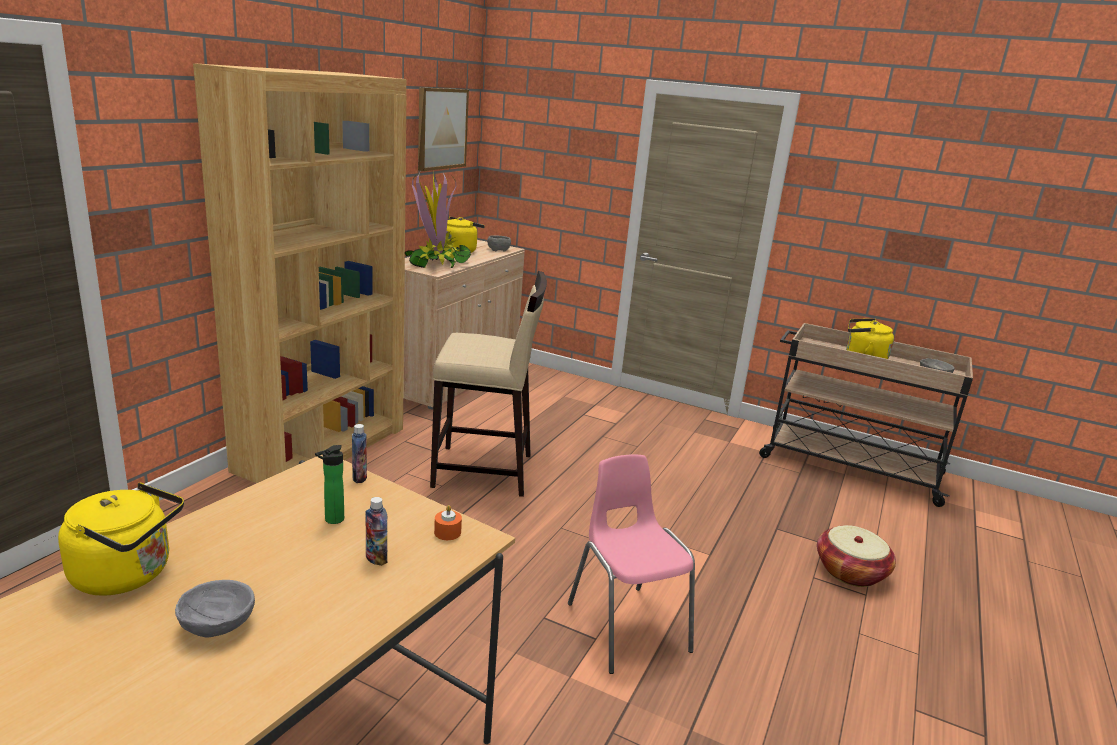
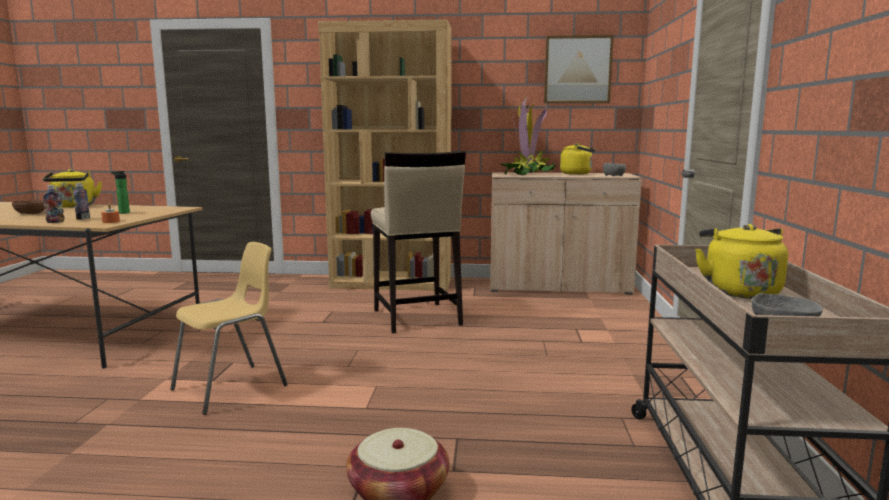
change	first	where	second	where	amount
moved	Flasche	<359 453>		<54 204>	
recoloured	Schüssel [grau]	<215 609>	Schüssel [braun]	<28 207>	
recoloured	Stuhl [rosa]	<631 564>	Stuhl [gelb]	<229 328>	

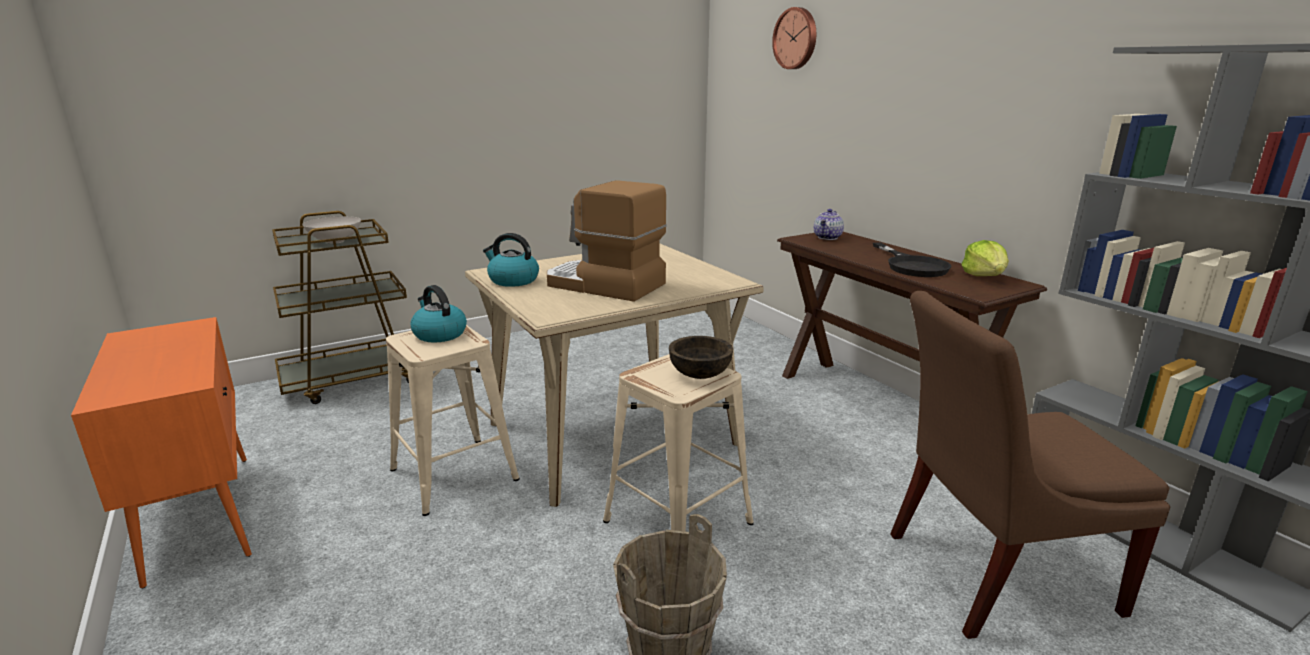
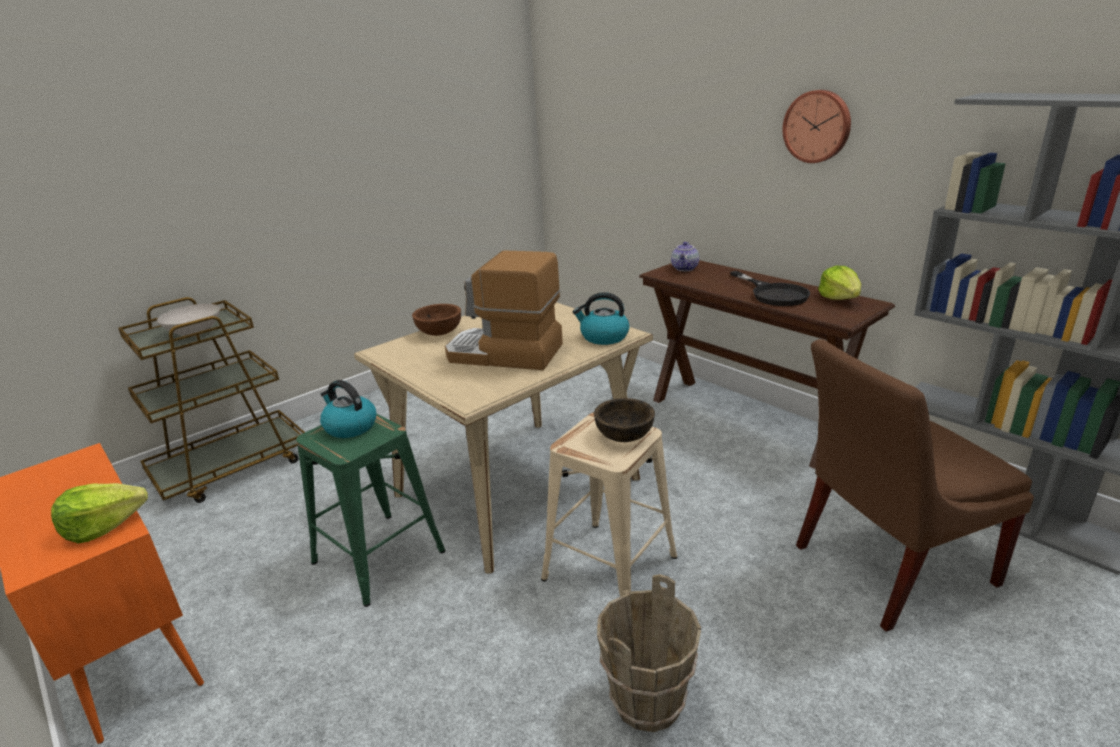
change	first	where	second	where	amount
added			Salatkopf	<99 513>	
added			Schüssel [braun]	<436 320>	
moved	Wasserkessel	<511 260>		<601 318>	
moved	Wanduhr	<794 38>		<816 126>	
recoloured	Hocker [beige]	<453 420>	Hocker [grün]	<371 510>	

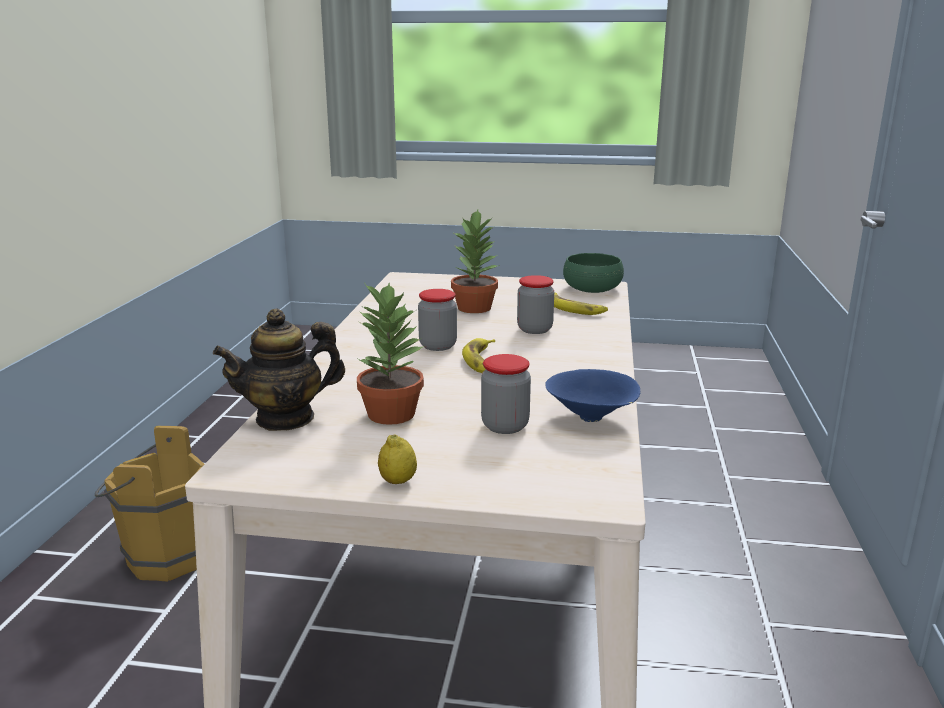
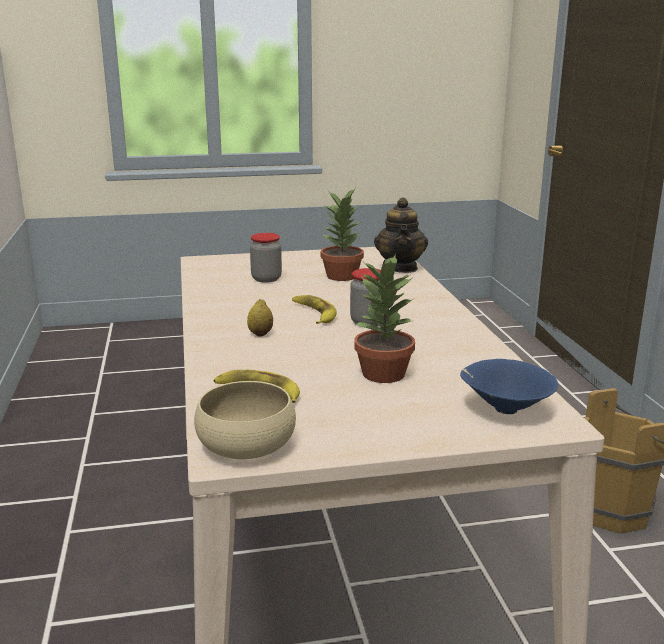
change	first	where	second	where	amount
removed	Vorratsglas	<535 304>			
moved	Zitrone	<397 459>		<260 317>	
moved	Schüssel [blau]	<592 395>		<509 386>	
recoloured	Schüssel [grün]	<593 273>	Schüssel [beige]	<245 420>	
turned	Teekanne	<279 370>		<401 235>	135 degrees clockwise

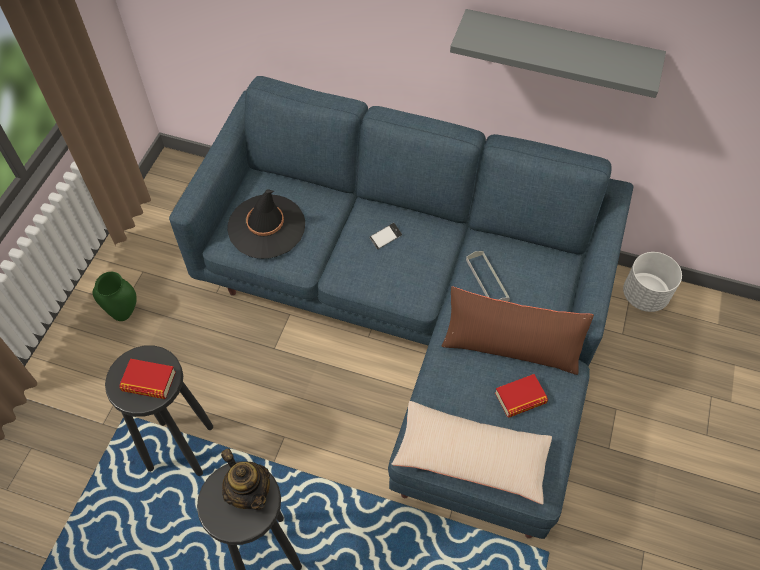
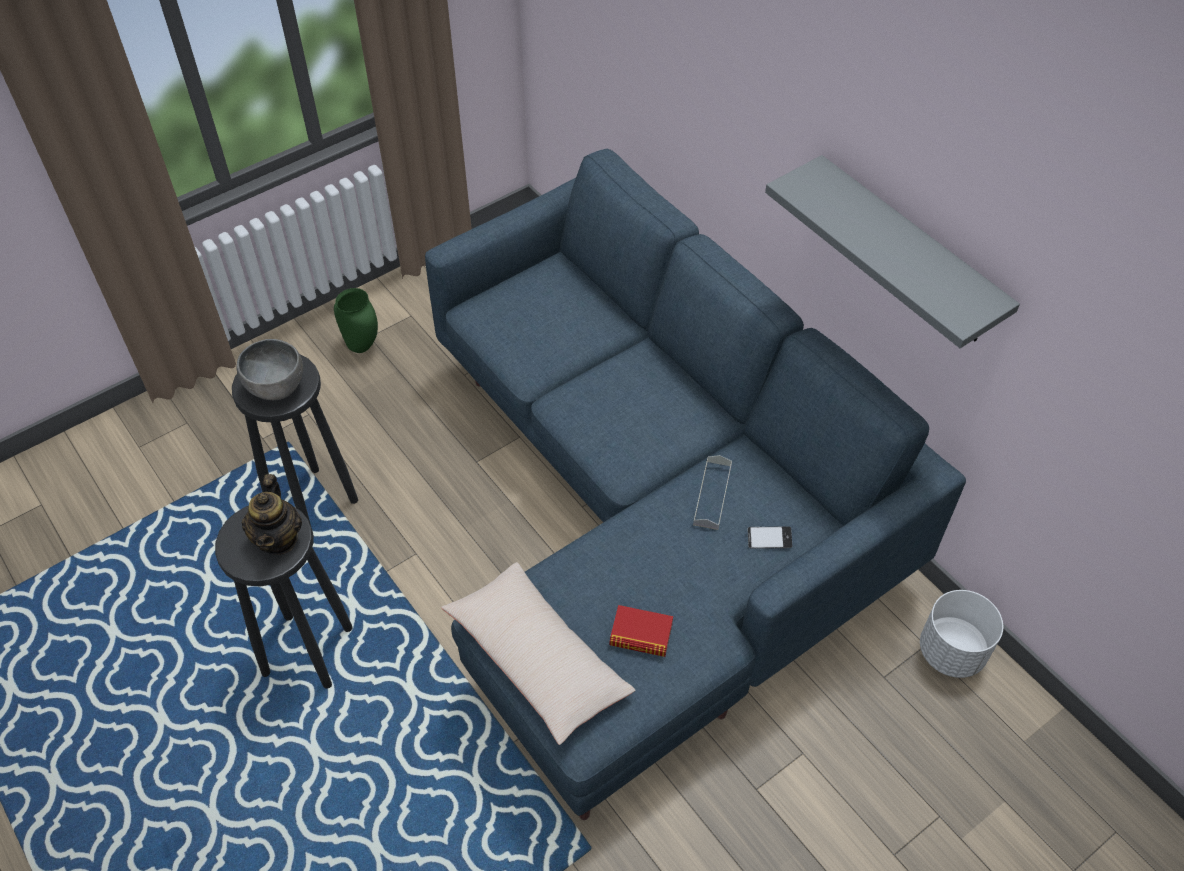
change	first	where	second	where	amount
removed	Hut [schwarz]	<266 224>			
removed	Kissen [braun]	<517 331>			
moved	Handy	<385 236>		<769 537>	
replaced	Buch	<147 379>	Schüssel [grau]	<270 369>	

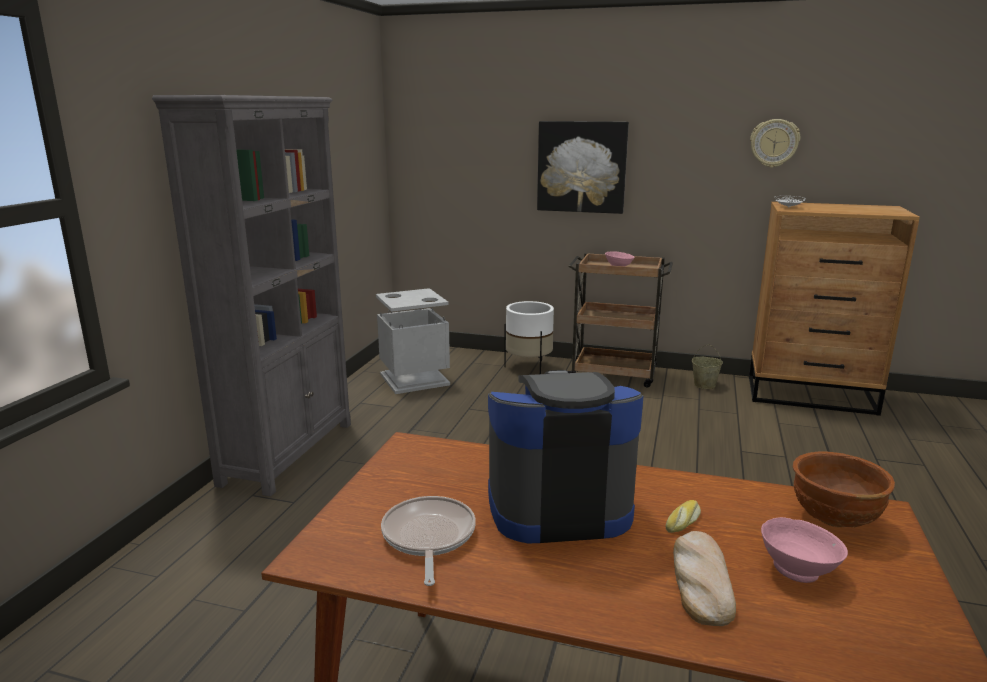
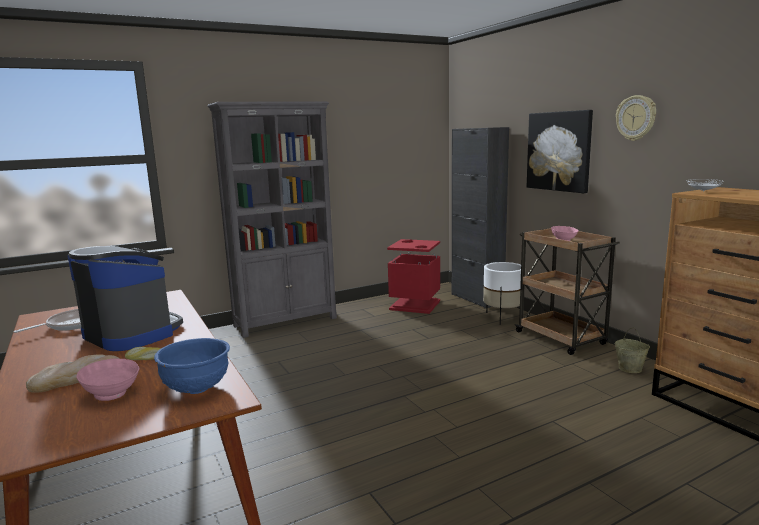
change	first	where	second	where	amount
added			Schrank [schwarz]	<480 217>	
moved	Wanduhr	<775 143>		<636 118>	
recoloured	Mülleimer [grau]	<413 341>	Mülleimer [rot]	<413 276>	
recoloured	Schüssel [braun]	<844 489>	Schüssel [blau]	<192 366>	

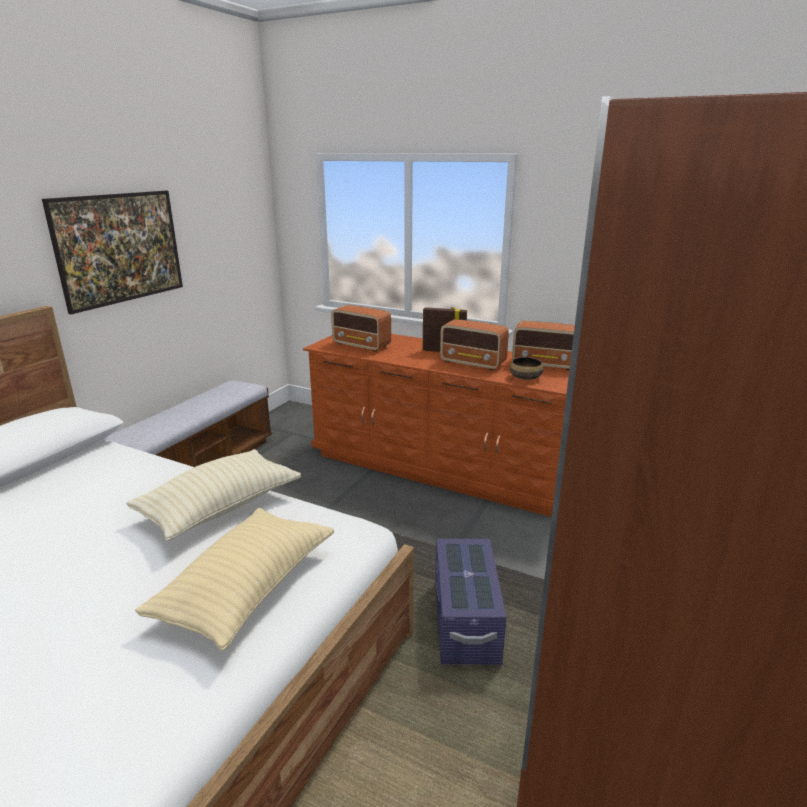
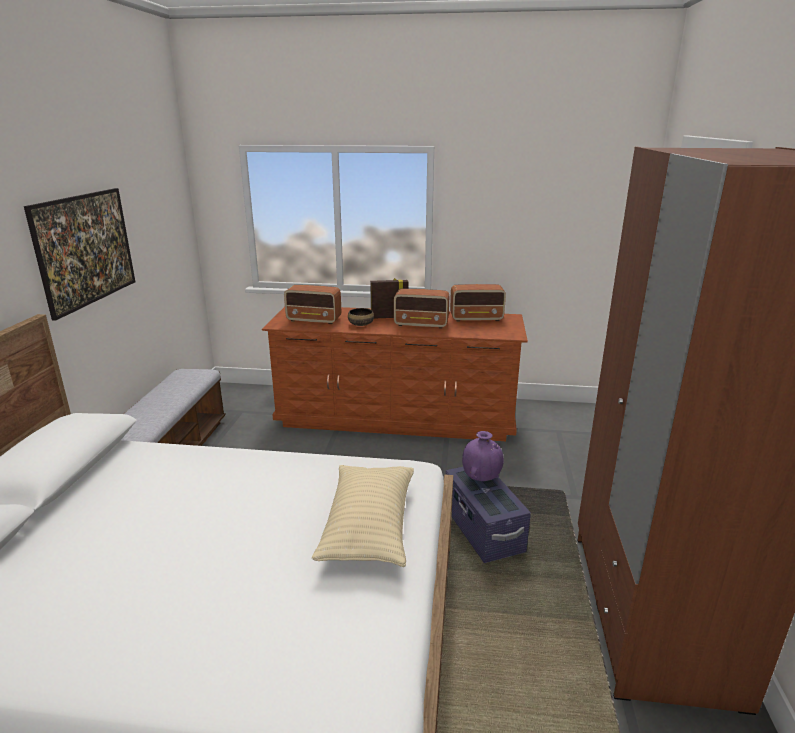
change	first	where	second	where	amount
removed	Kissen [beige]	<213 495>			
added			Vase [lila]	<483 456>	
moved	Schüssel	<527 368>		<361 317>	

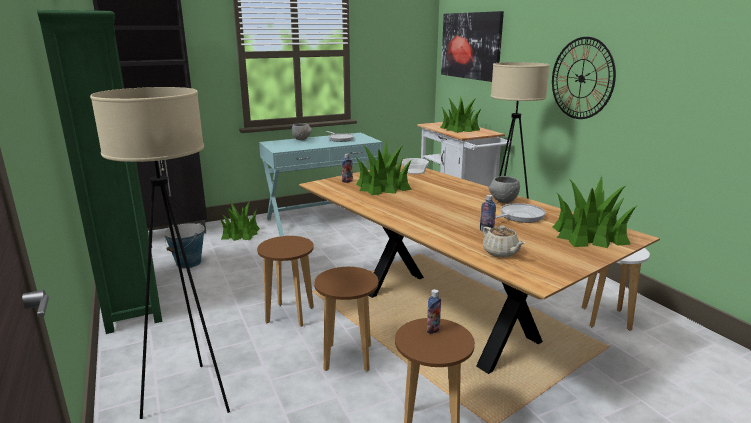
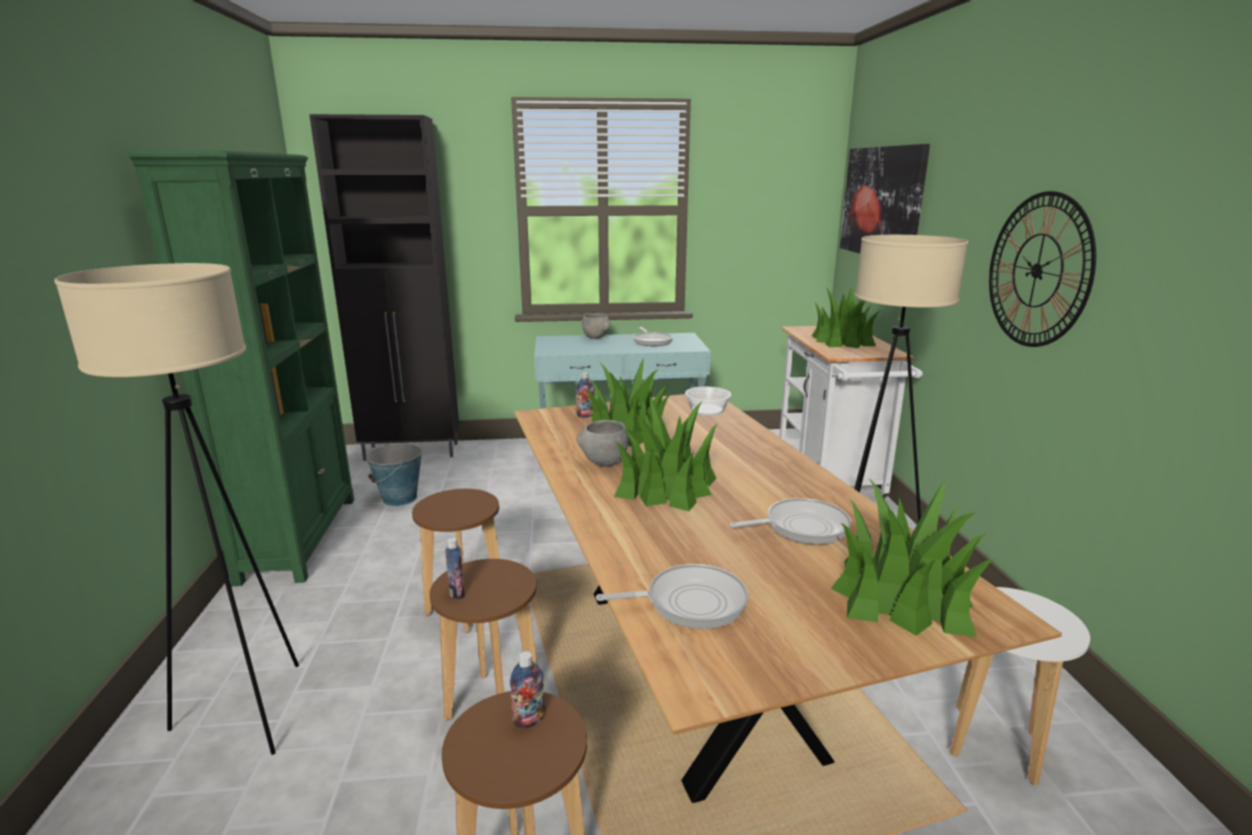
change	first	where	second	where	amount
moved	Topfpflanze	<240 221>		<665 452>	
moved	Flasche	<488 213>		<455 569>	
moved	Schüssel [grau]	<504 189>		<602 443>	
replaced	Teekanne [beige]	<504 241>	Pfanne	<672 596>	

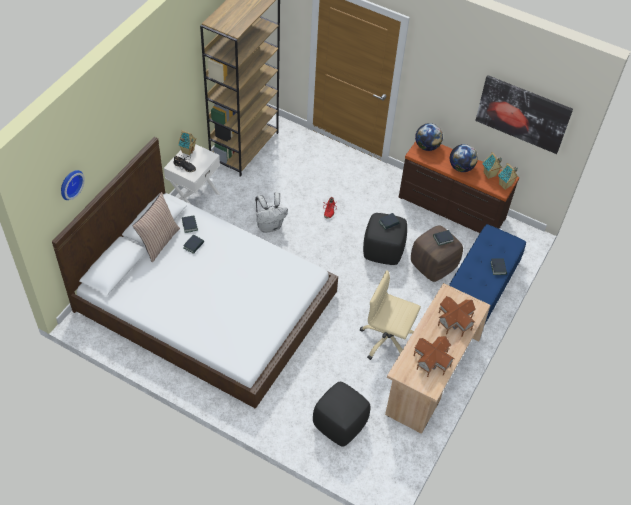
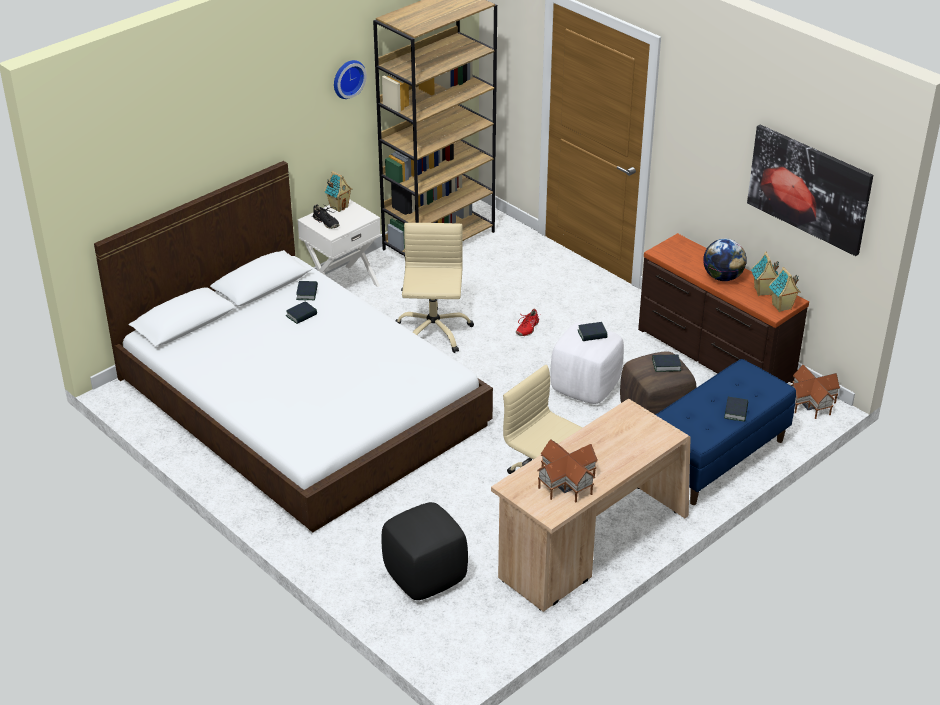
change	first	where	second	where	amount
removed	Kissen	<156 227>			
removed	Globus	<429 137>			
moved	Wanduhr	<73 185>		<350 79>	
moved	Spielzeughaus	<457 316>		<815 392>	
replaced	Rucksack [weiß]	<271 212>	Bürostuhl [beige]	<434 288>	
recoloured	Polsterhocker [schwarz]	<385 239>	Polsterhocker [weiß]	<587 363>	

